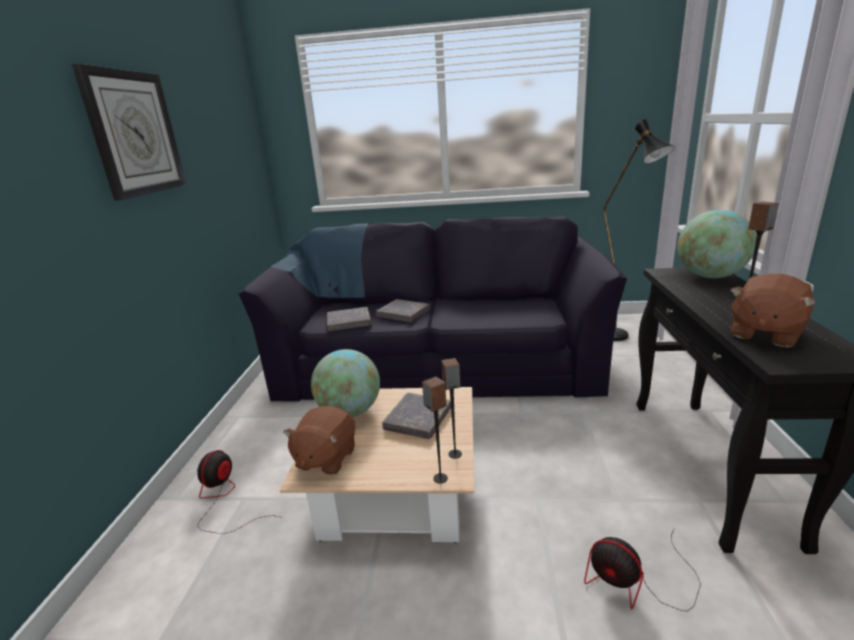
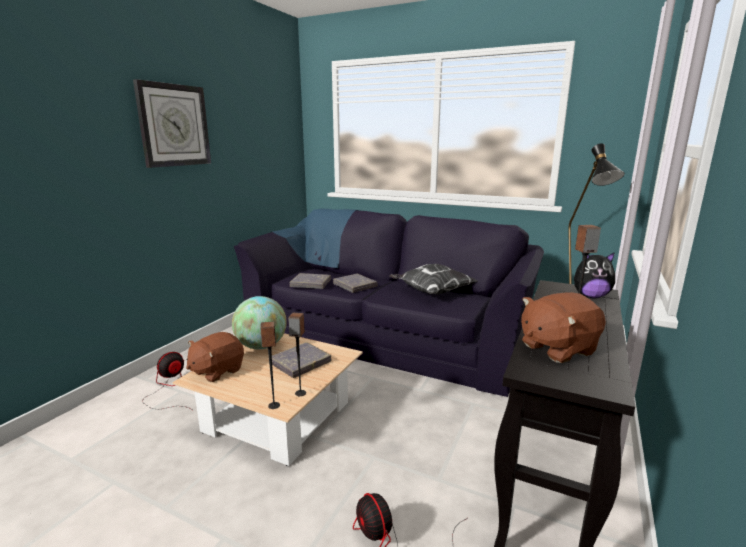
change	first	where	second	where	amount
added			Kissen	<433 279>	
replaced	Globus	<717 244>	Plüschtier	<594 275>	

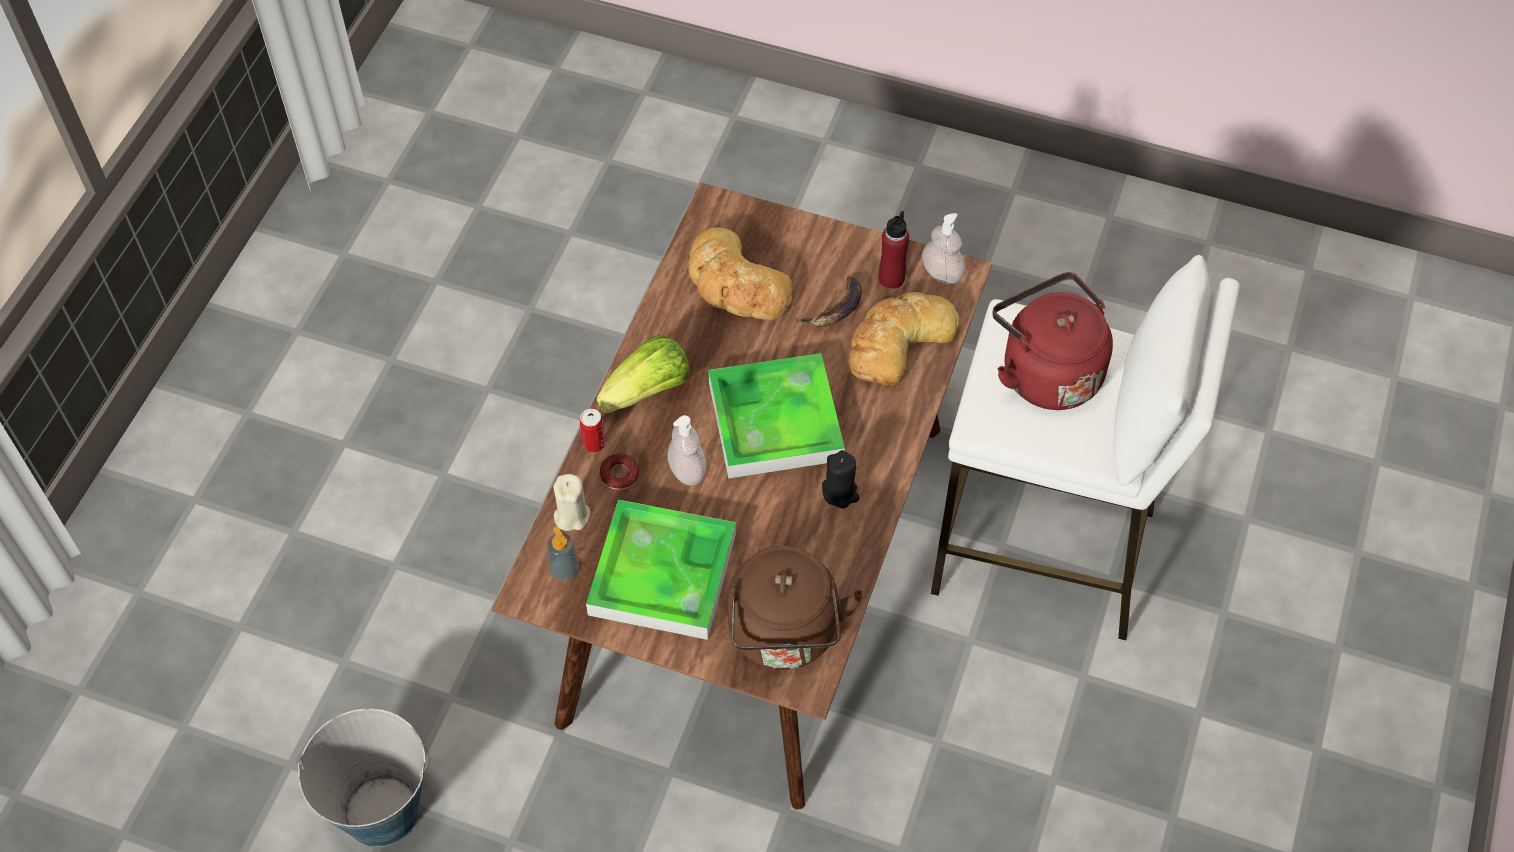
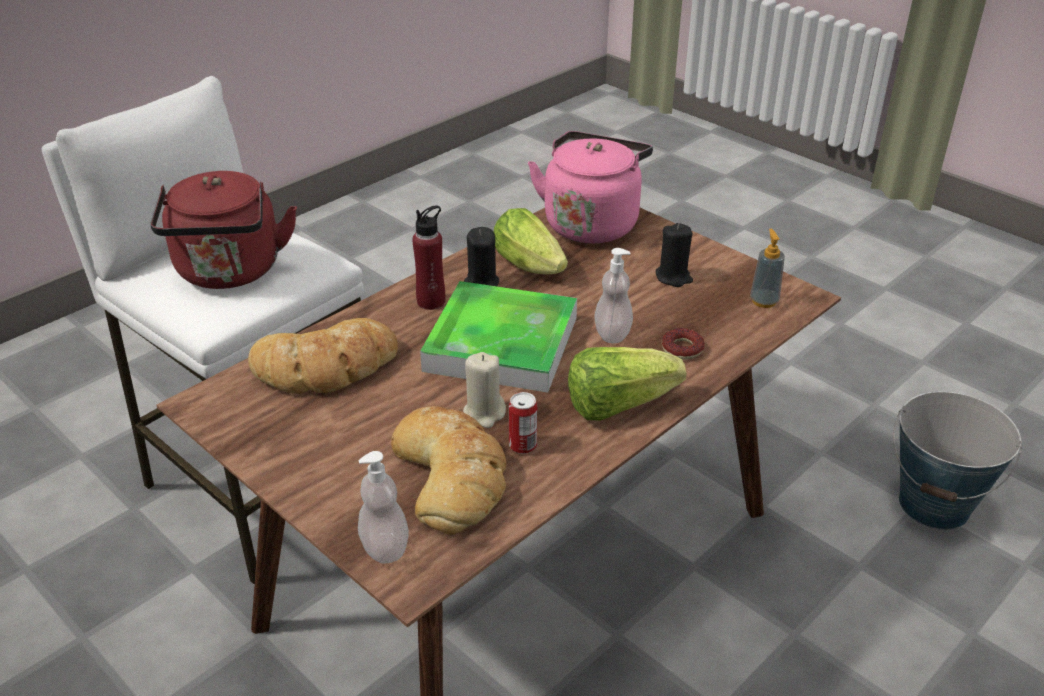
change	first	where	second	where	amount
removed	Banane	<829 301>			
added			Salatkopf	<531 241>	
moved	Kerze [beige]	<571 502>		<484 390>	
moved	Dose	<593 431>		<523 423>	
moved	Flasche [rot]	<894 250>		<428 257>	
moved	Seifenspender	<943 248>		<383 507>	
replaced	Tablett	<661 570>	Kerze [schwarz]	<674 255>	
recoloured	Wasserkessel [braun]	<795 608>	Wasserkessel [rosa]	<590 187>	

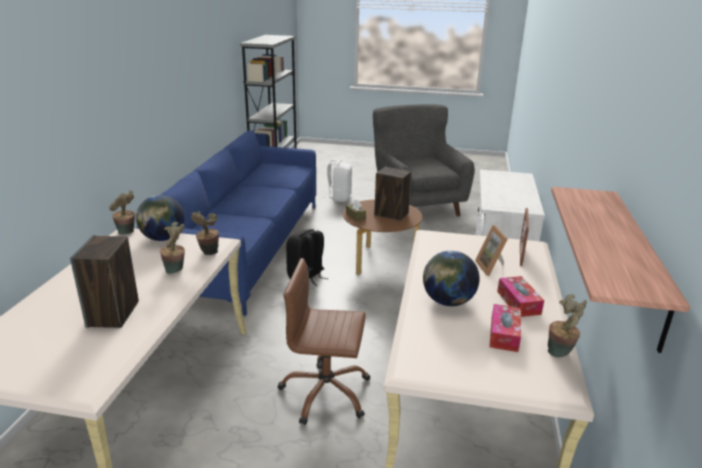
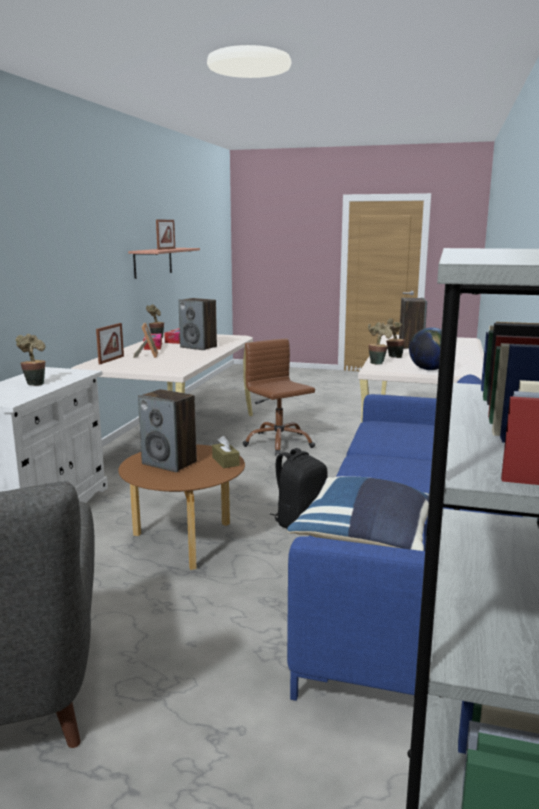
change	first	where	second	where	amount
removed	Rucksack [weiß]	<337 180>			
added			Bilderrahmen	<165 234>	
added			Kissen [blau]	<358 513>	
moved	Topfpflanze	<122 213>		<31 360>	
replaced	Globus	<451 278>	Lautsprecher	<197 324>	
turned	Bürostuhl [braun]	<324 341>		<279 397>	135 degrees counterclockwise

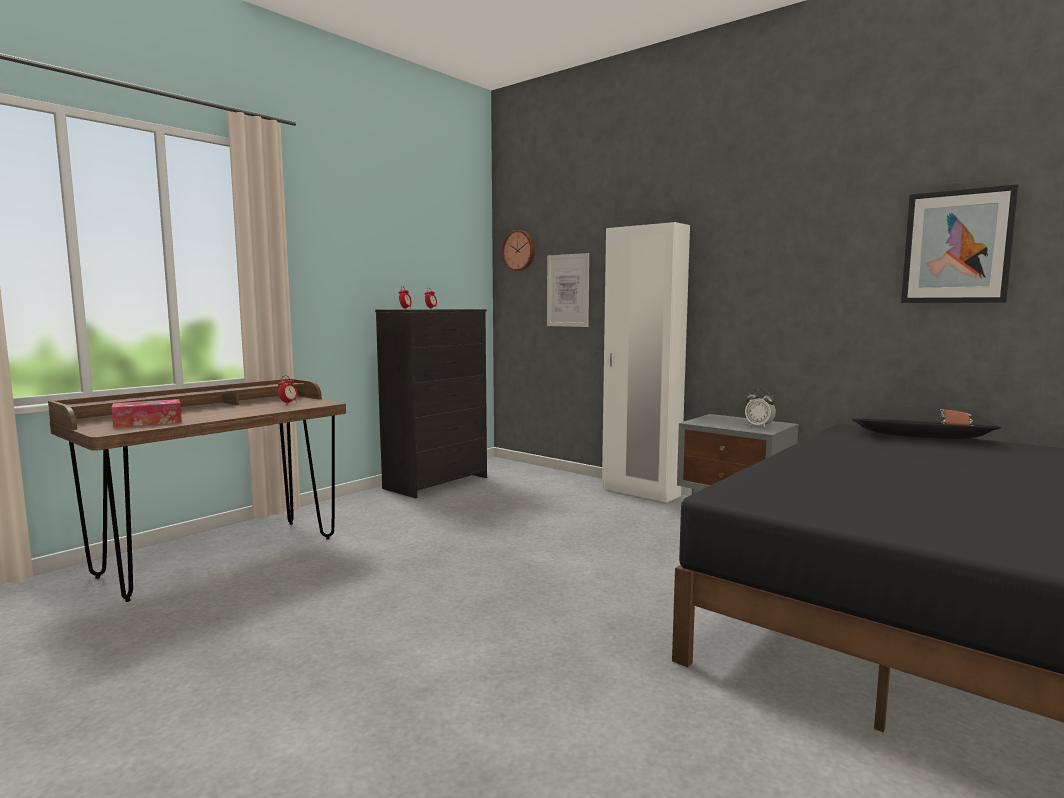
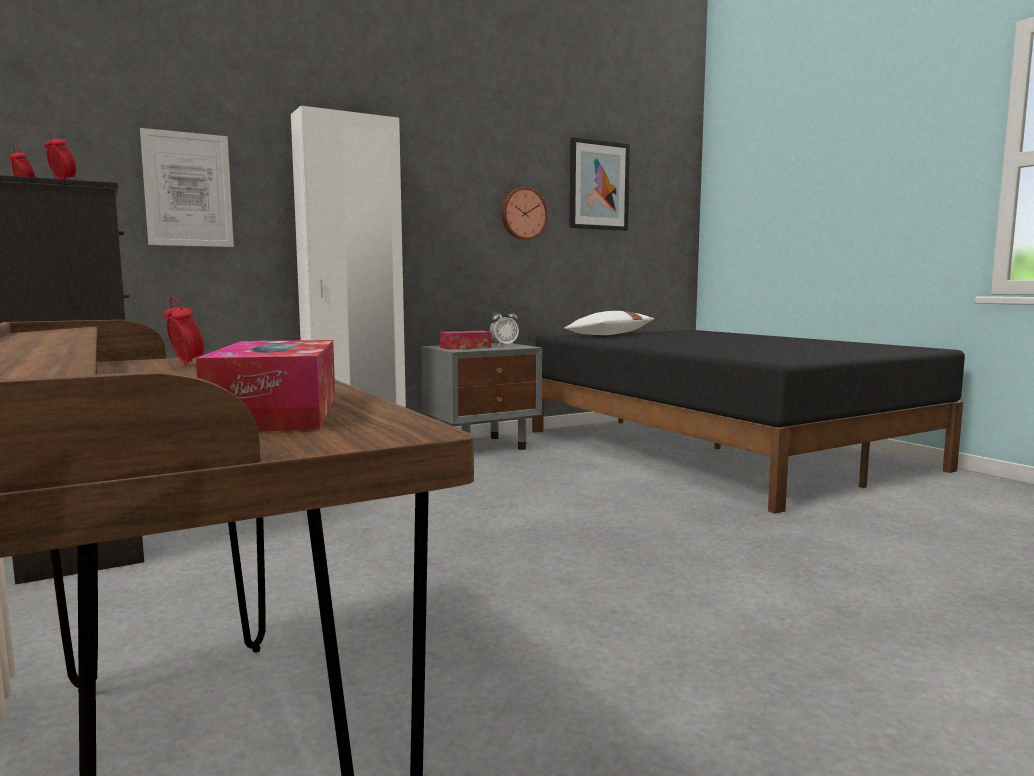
change	first	where	second	where	amount
added			Taschentuchbox	<466 340>	
moved	Wanduhr	<518 250>		<524 213>	
recoloured	Kissen [schwarz]	<927 423>	Kissen [weiß]	<609 323>	

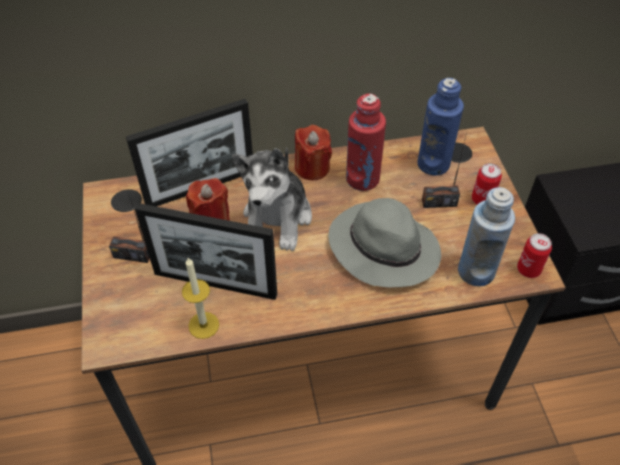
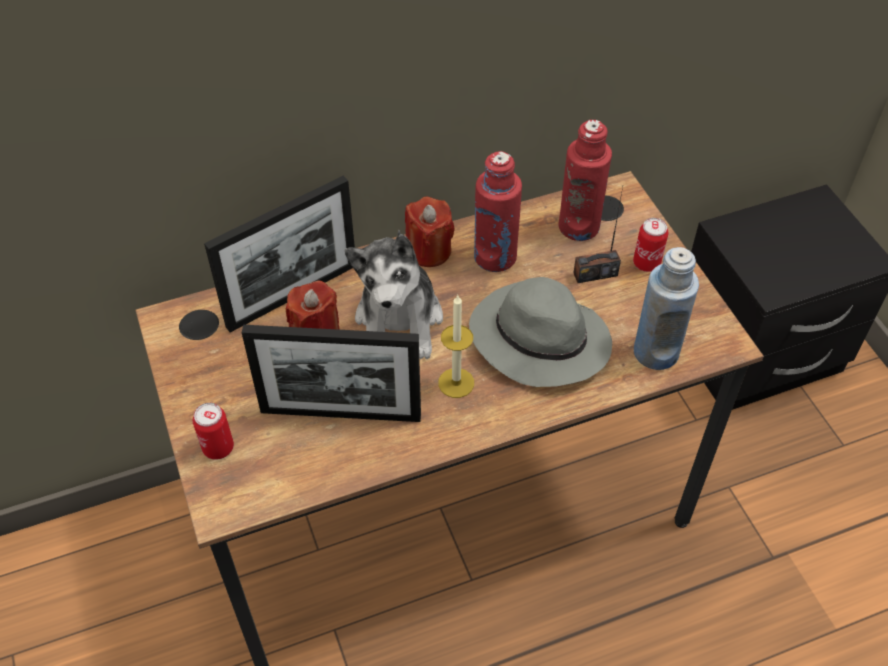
change	first	where	second	where	amount
removed	Radio	<129 227>			
moved	Kerze	<200 298>		<456 346>	
moved	Dose	<534 255>		<213 431>	
recoloured	Flasche [blau]	<440 126>	Flasche [rot]	<585 180>	

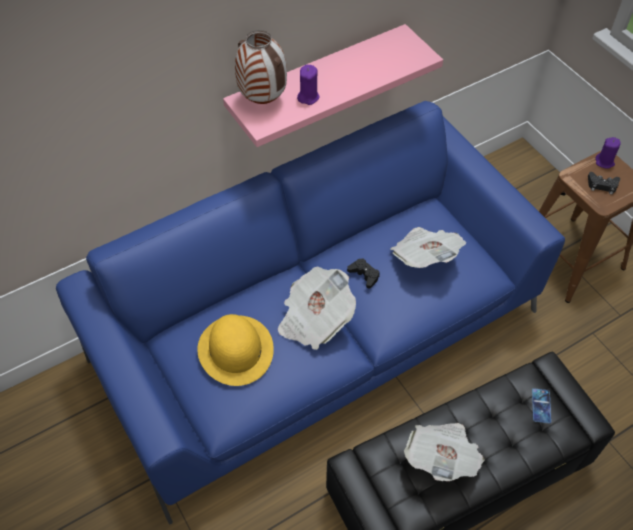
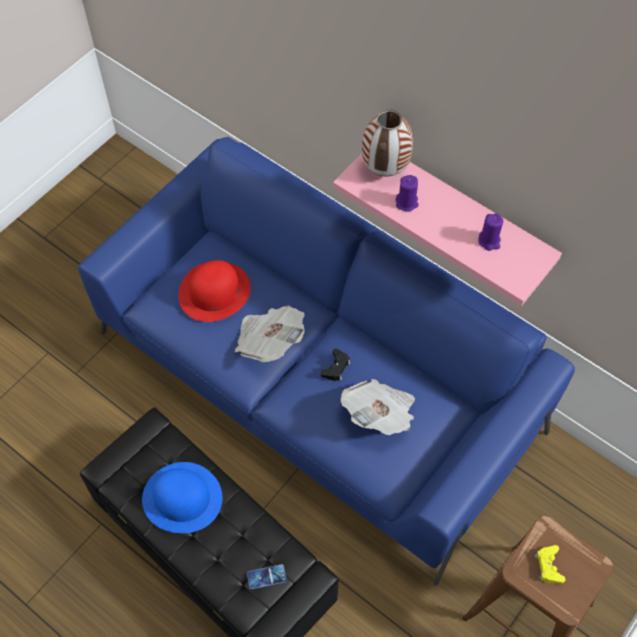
change	first	where	second	where	amount
moved	Kerze [lila]	<608 152>		<490 232>	
replaced	Zeitung	<444 452>	Hut [blau]	<182 497>	
recoloured	Hut [gelb]	<235 350>	Hut [rot]	<215 291>	
recoloured	Gamepad [schwarz]	<604 183>	Gamepad [gelb]	<550 564>	

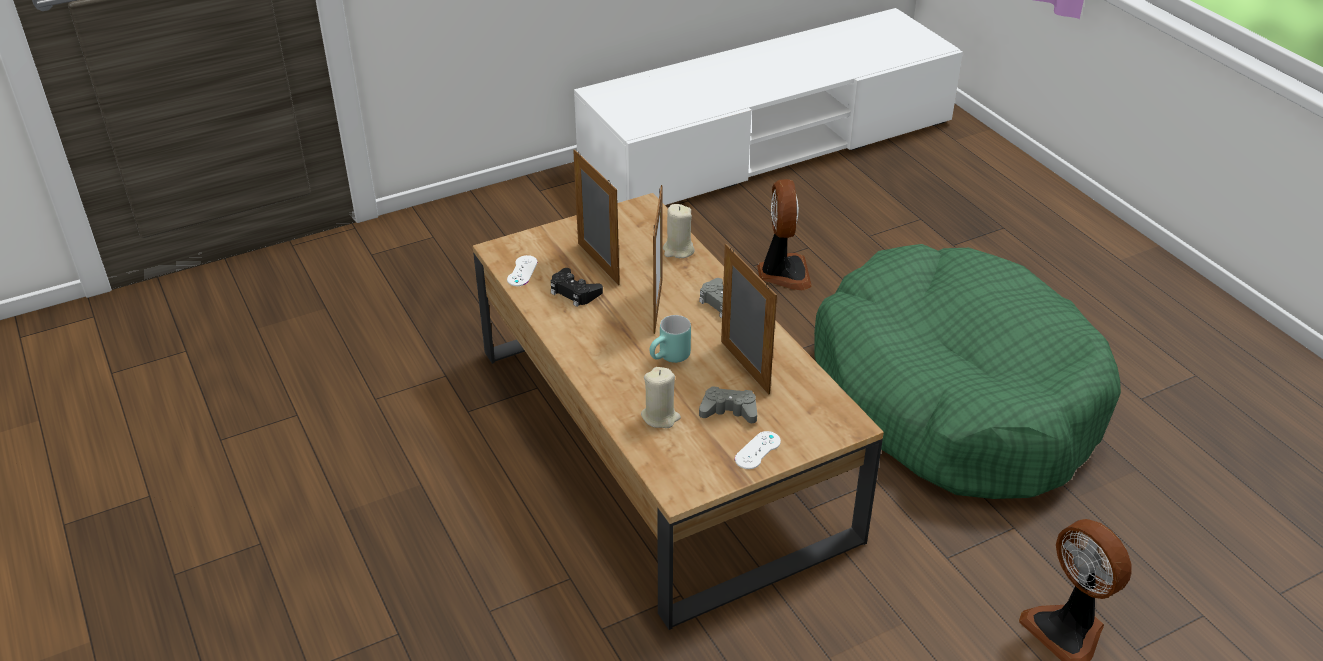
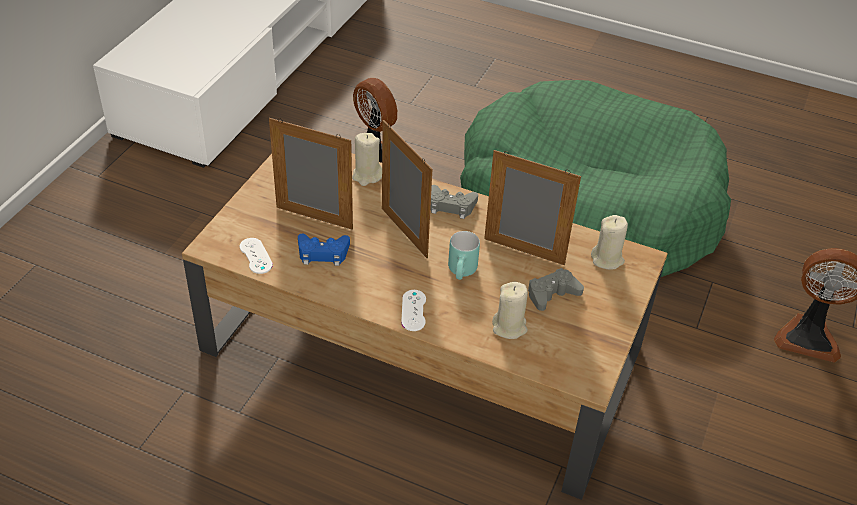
change	first	where	second	where	amount
added			Kerze [beige]	<609 242>	
moved	Gamepad [weiß]	<758 450>		<413 310>	
recoloured	Gamepad [schwarz]	<577 287>	Gamepad [blau]	<324 250>	

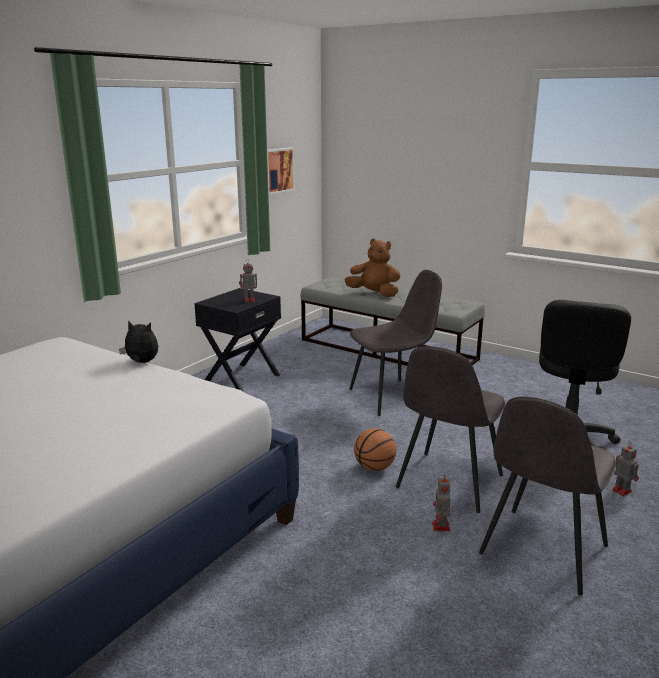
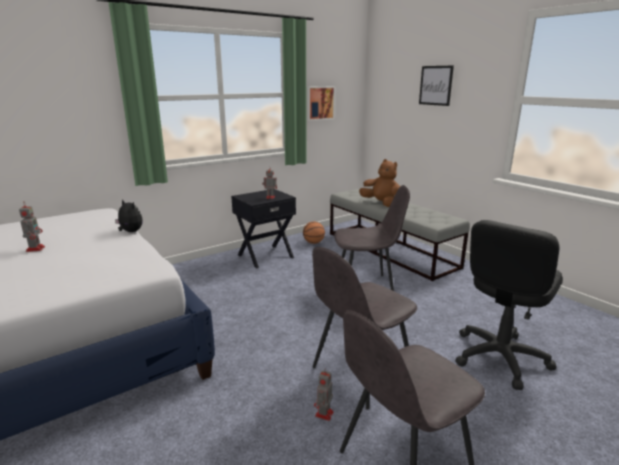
change	first	where	second	where	amount
added			Bild	<436 86>	
moved	Basketball	<375 449>		<314 233>	
moved	Spielzeugroboter	<625 469>		<32 227>	

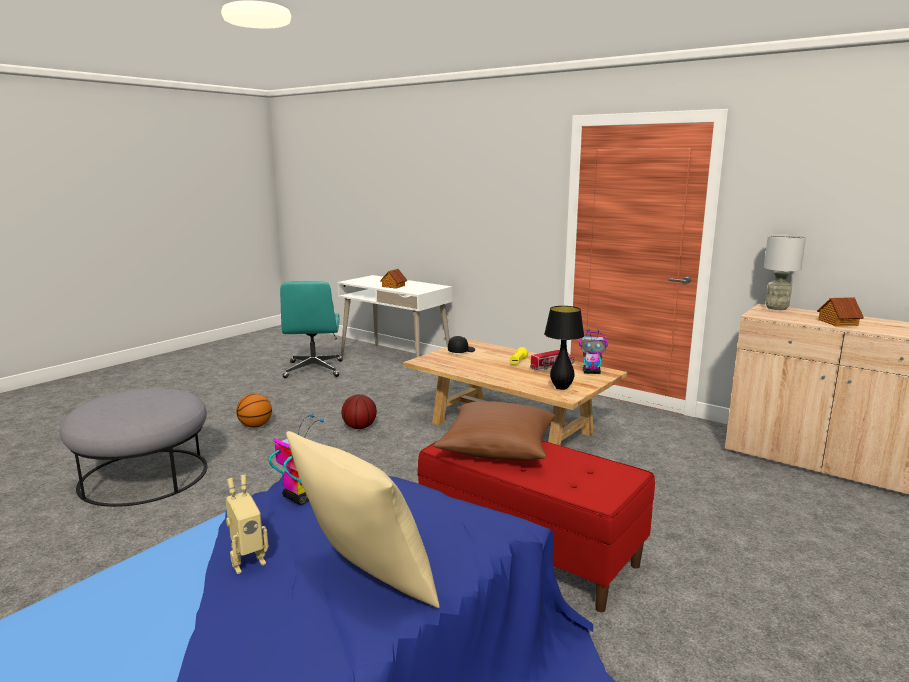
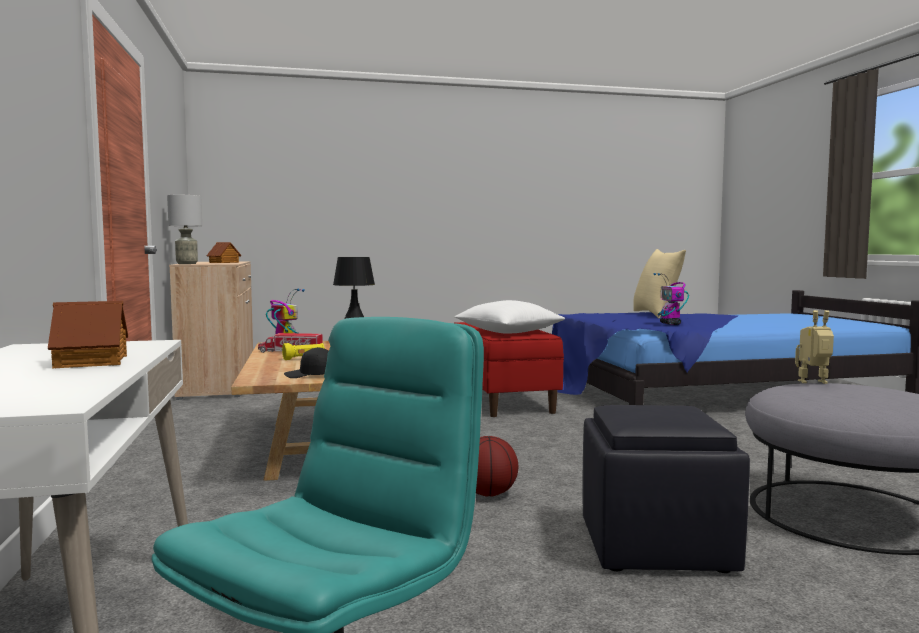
change	first	where	second	where	amount
moved	Spielzeugroboter	<247 524>		<814 347>	
replaced	Basketball	<254 410>	Polsterhocker [schwarz]	<666 489>	
recoloured	Kissen [braun]	<495 431>	Kissen [weiß]	<509 316>	

